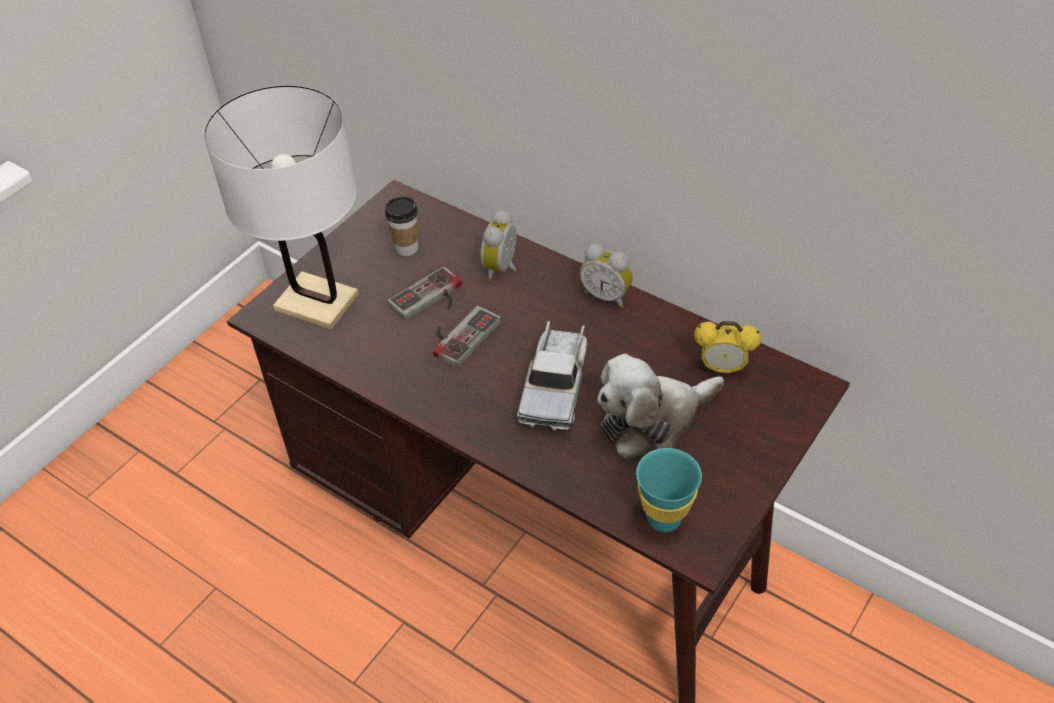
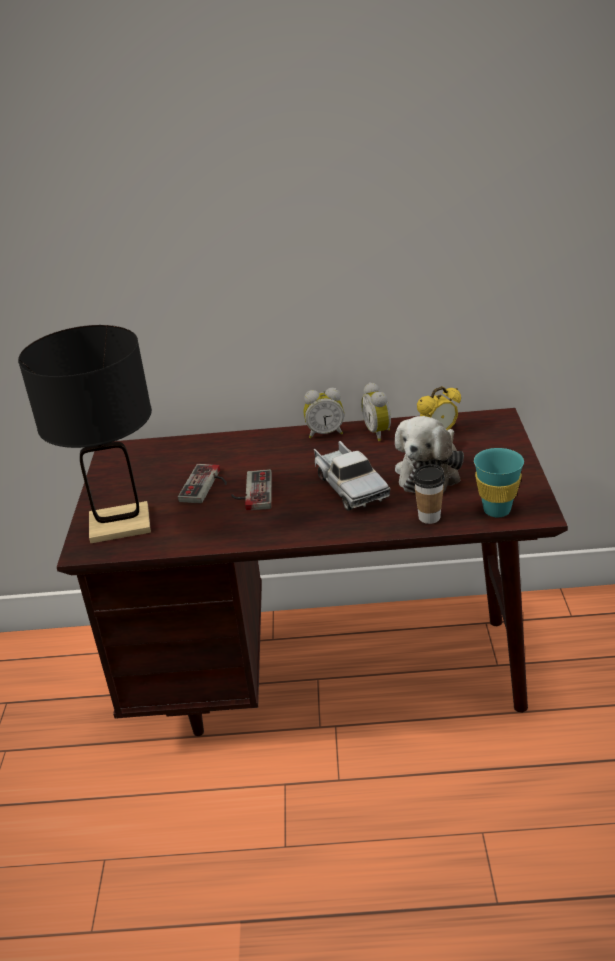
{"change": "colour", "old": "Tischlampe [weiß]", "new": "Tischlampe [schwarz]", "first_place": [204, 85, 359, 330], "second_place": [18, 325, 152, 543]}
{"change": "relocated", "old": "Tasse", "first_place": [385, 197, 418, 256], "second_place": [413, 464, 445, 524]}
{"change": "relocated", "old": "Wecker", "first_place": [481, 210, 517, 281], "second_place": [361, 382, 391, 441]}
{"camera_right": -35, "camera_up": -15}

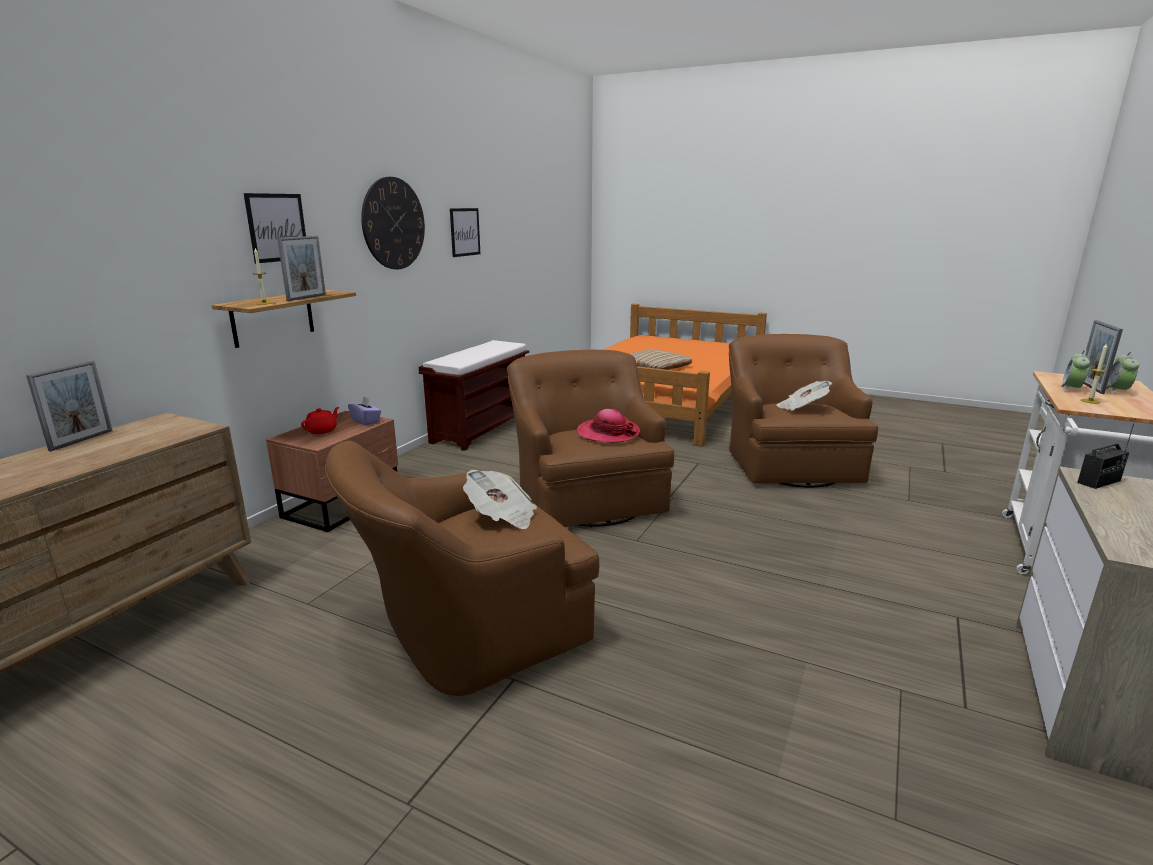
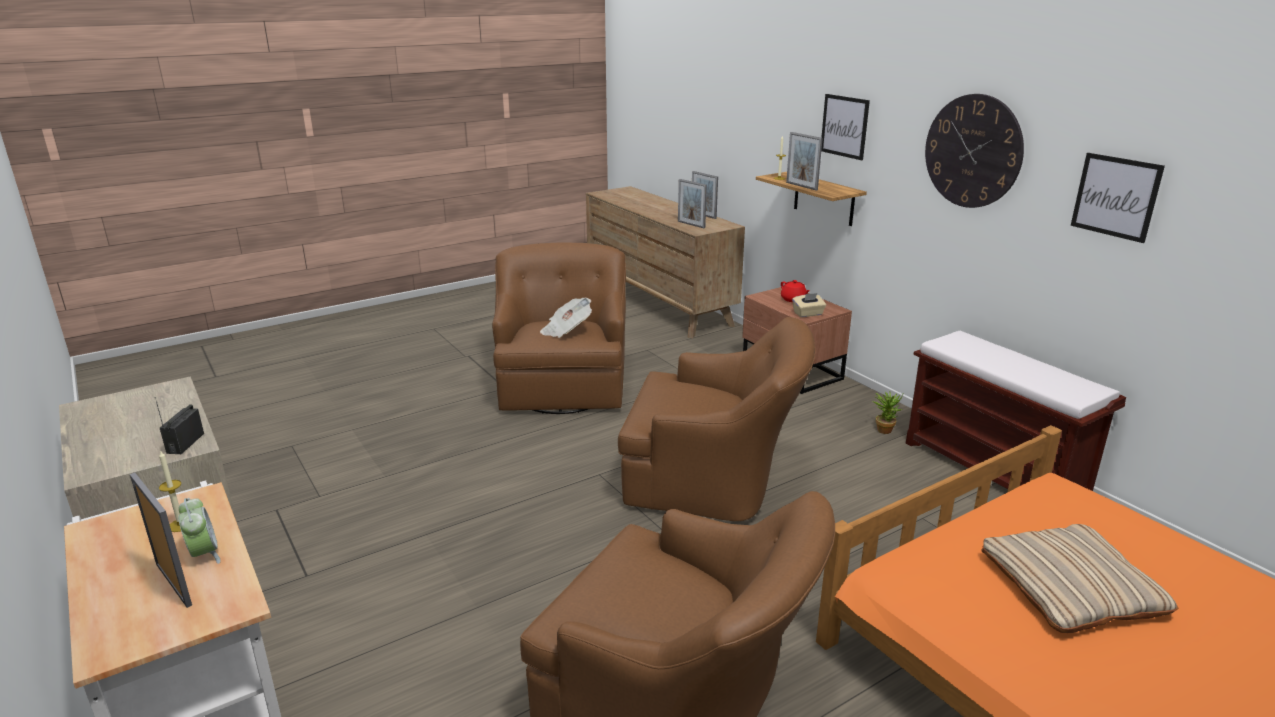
{"change": "missing", "old": "Wecker", "first_place": [1106, 352, 1139, 394]}
{"change": "missing", "old": "Zeitung", "first_place": [776, 381, 832, 411]}
{"change": "colour", "old": "Taschentuchbox [lila]", "new": "Taschentuchbox [beige]", "first_place": [348, 396, 381, 425], "second_place": [792, 293, 826, 317]}
{"change": "missing", "old": "Hut", "first_place": [577, 409, 640, 443]}
{"change": "appeared", "new": "Bilderrahmen", "second_place": [678, 179, 707, 228]}
{"change": "appeared", "new": "Topfpflanze", "second_place": [873, 392, 903, 434]}
{"camera_right": 120, "camera_up": 5}

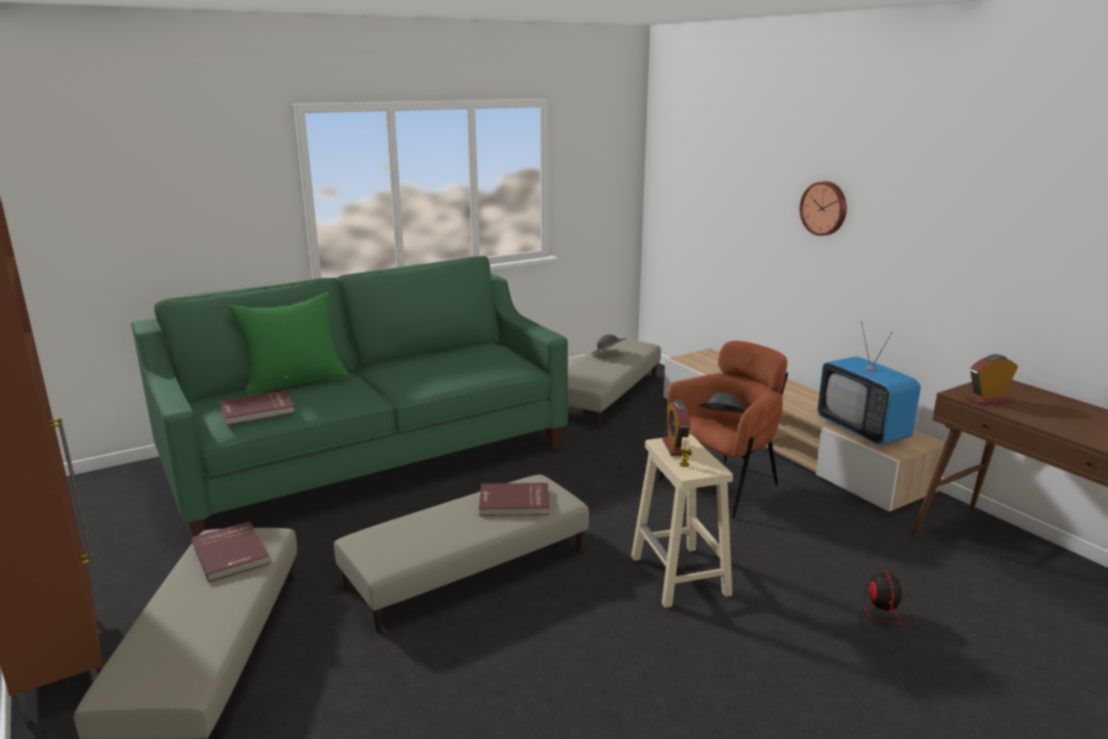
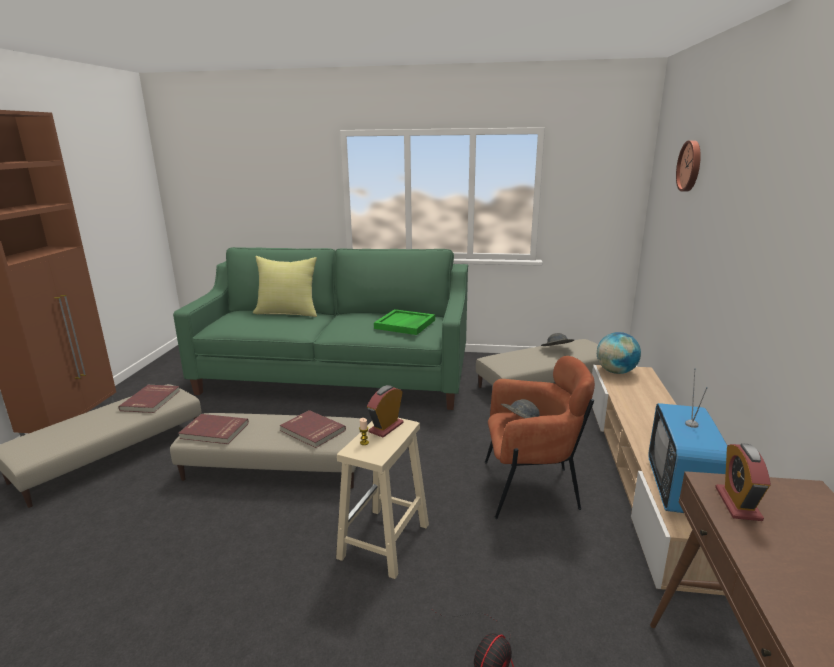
{"change": "relocated", "old": "Wanduhr", "first_place": [800, 181, 847, 236], "second_place": [676, 140, 701, 191]}
{"change": "colour", "old": "Kissen [grün]", "new": "Kissen [gelb]", "first_place": [228, 292, 350, 395], "second_place": [253, 256, 317, 317]}
{"change": "spun", "old": "Wecker", "first_place": [966, 354, 1018, 405], "second_place": [715, 443, 771, 521], "degrees": -105}
{"change": "relocated", "old": "Buch [rot]", "first_place": [219, 390, 295, 425], "second_place": [178, 414, 249, 444]}
{"change": "appeared", "new": "Tablett [grün]", "second_place": [374, 309, 435, 335]}
{"change": "appeared", "new": "Globus", "second_place": [597, 332, 641, 374]}
{"camera_right": 40, "camera_up": 0}

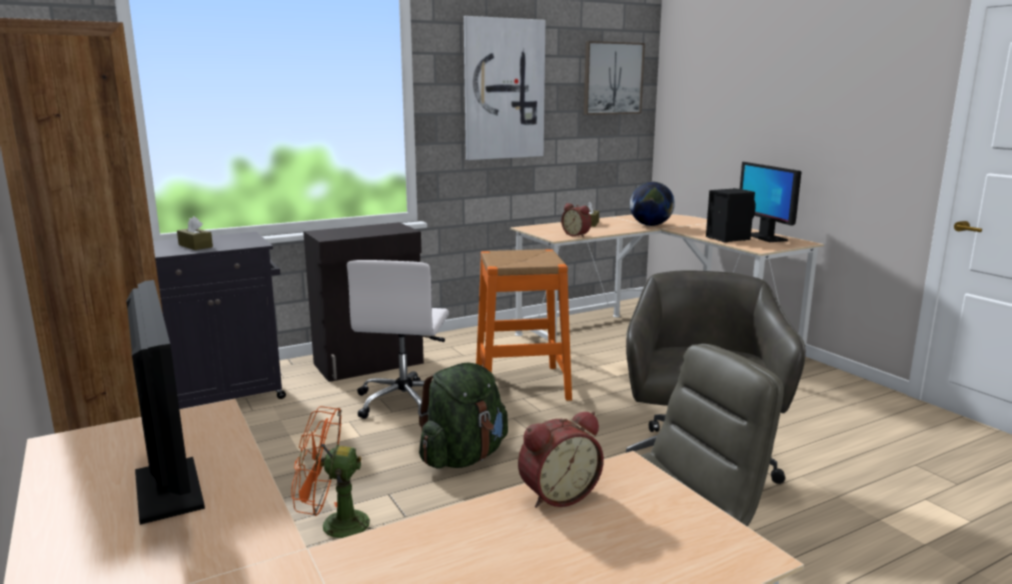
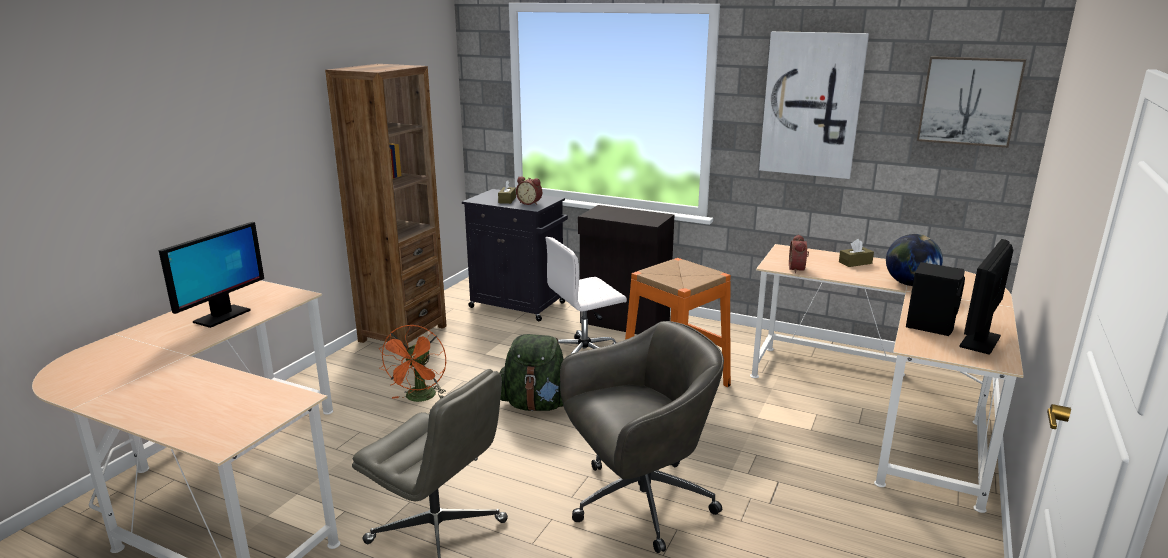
{"change": "spun", "old": "Ventilator [orange]", "first_place": [291, 406, 374, 538], "second_place": [379, 325, 446, 402], "degrees": -135}
{"change": "relocated", "old": "Wecker", "first_place": [518, 411, 604, 508], "second_place": [516, 176, 542, 205]}
{"camera_right": 55, "camera_up": 5}

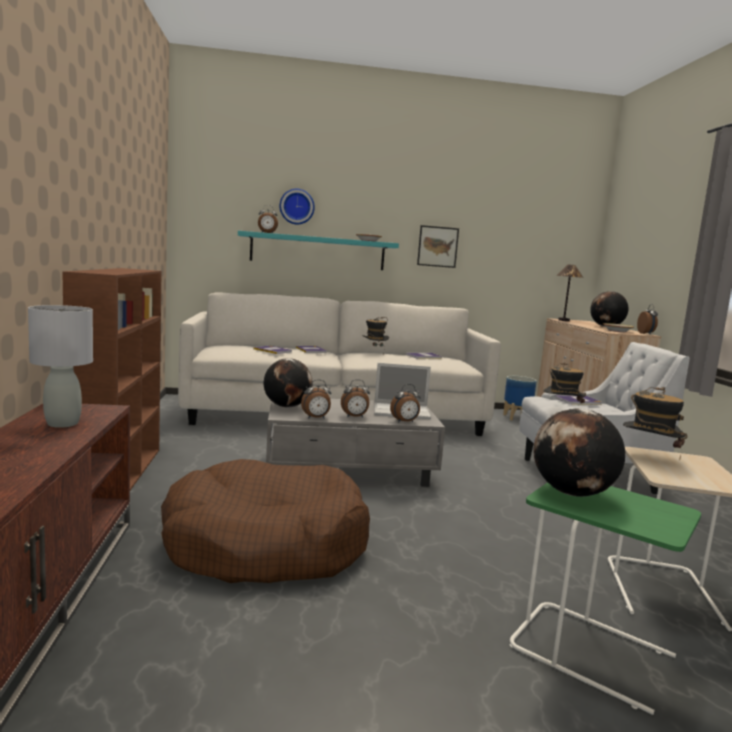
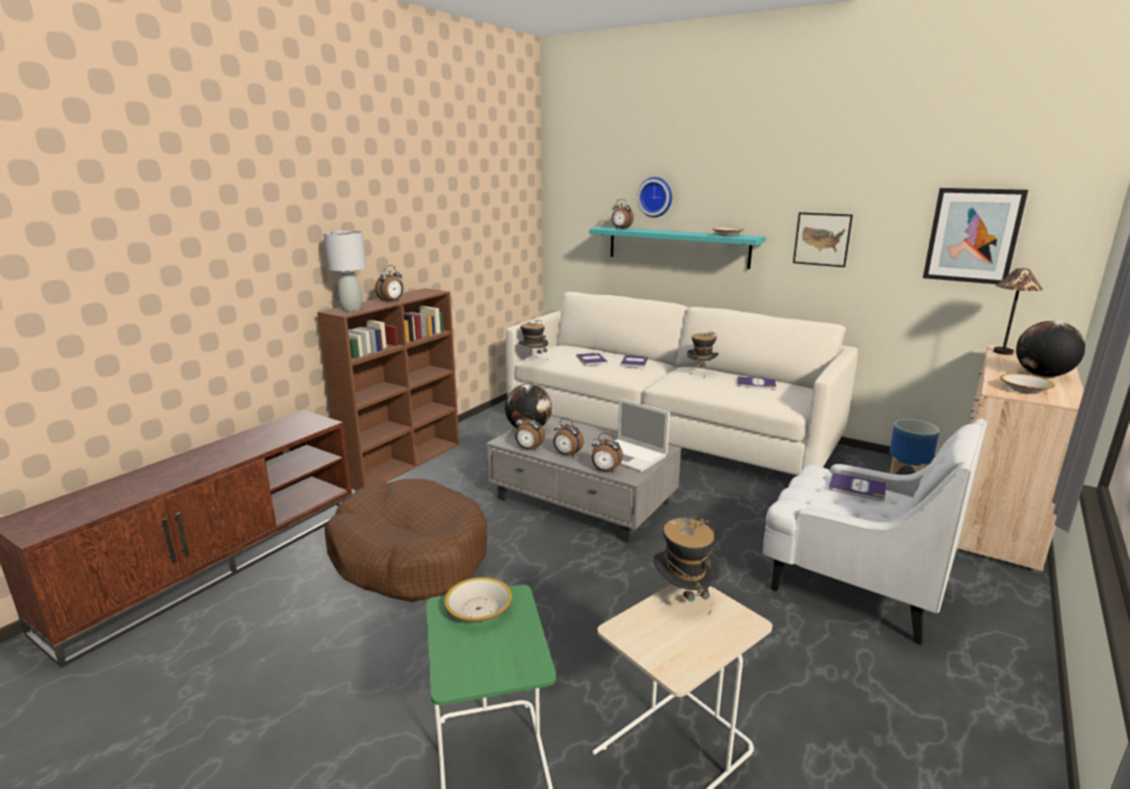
{"change": "relocated", "old": "Wecker", "first_place": [637, 304, 658, 334], "second_place": [375, 265, 404, 303]}
{"change": "relocated", "old": "Tischlampe [grau]", "first_place": [28, 305, 93, 428], "second_place": [323, 230, 366, 311]}
{"change": "relocated", "old": "Hut", "first_place": [543, 362, 586, 403], "second_place": [518, 320, 548, 354]}
{"change": "exchanged", "old": "Globus", "new": "Schüssel", "first_place": [533, 408, 625, 497], "second_place": [444, 577, 512, 622]}
{"change": "appeared", "new": "Bild", "second_place": [923, 188, 1028, 284]}
{"camera_right": 40, "camera_up": 10}

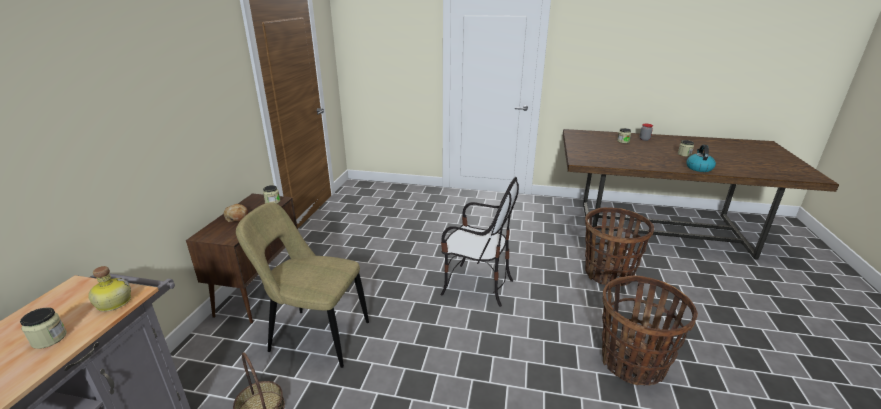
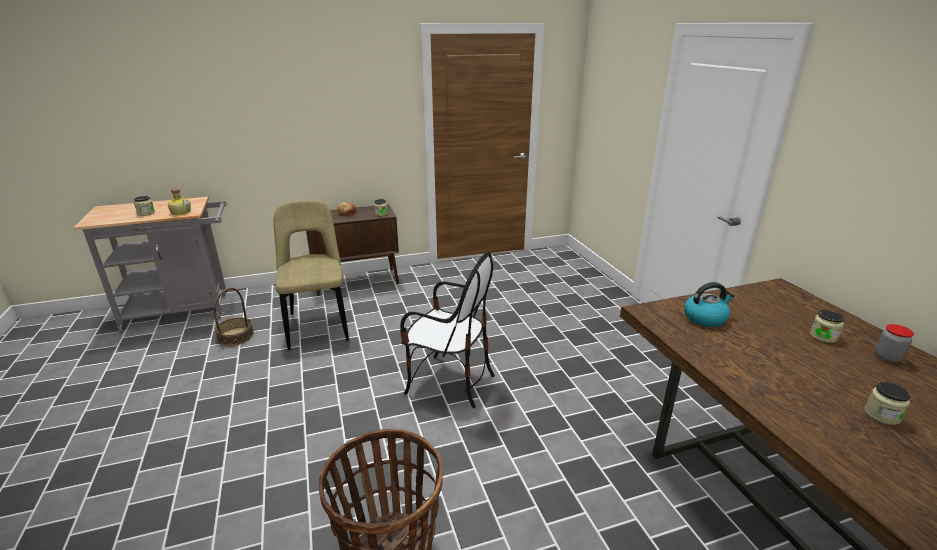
{"change": "relocated", "old": "Wasserkessel", "first_place": [686, 145, 716, 172], "second_place": [684, 282, 734, 327]}
{"change": "spun", "old": "Stuhl", "first_place": [440, 177, 519, 307], "second_place": [400, 252, 495, 408], "degrees": -60}
{"change": "missing", "old": "Korb", "first_place": [585, 207, 654, 287]}
{"camera_right": 60, "camera_up": 0}

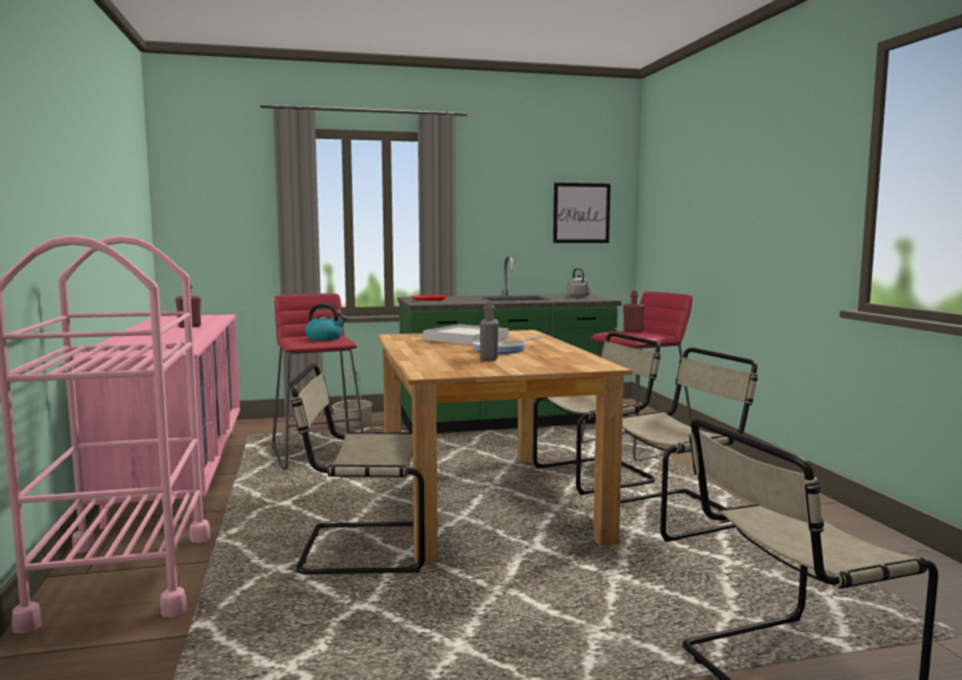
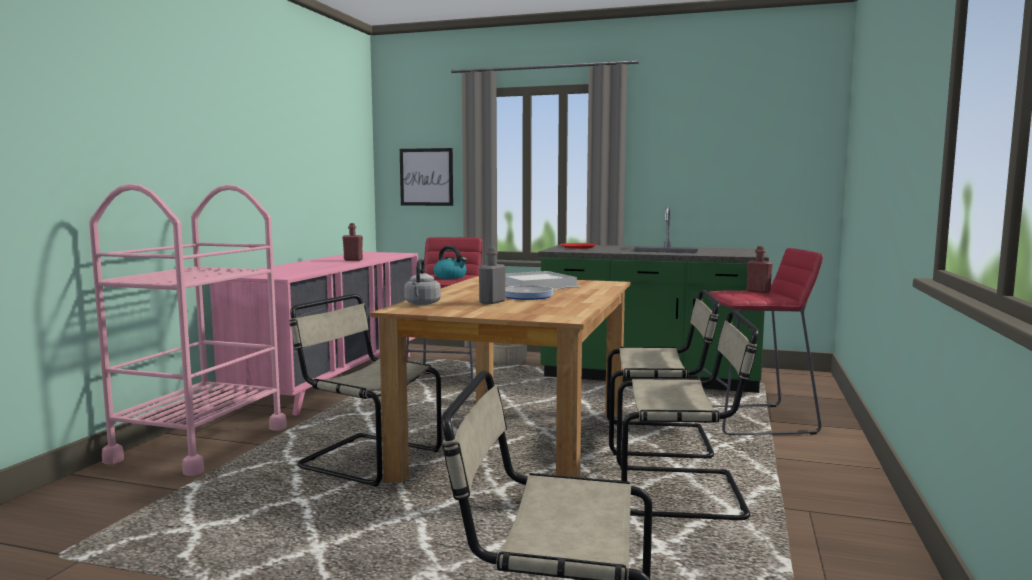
{"change": "relocated", "old": "Bild", "first_place": [553, 183, 611, 243], "second_place": [400, 148, 453, 206]}
{"change": "relocated", "old": "Wasserkessel [grau]", "first_place": [567, 268, 591, 297], "second_place": [404, 259, 441, 305]}
{"camera_right": 30, "camera_up": 0}

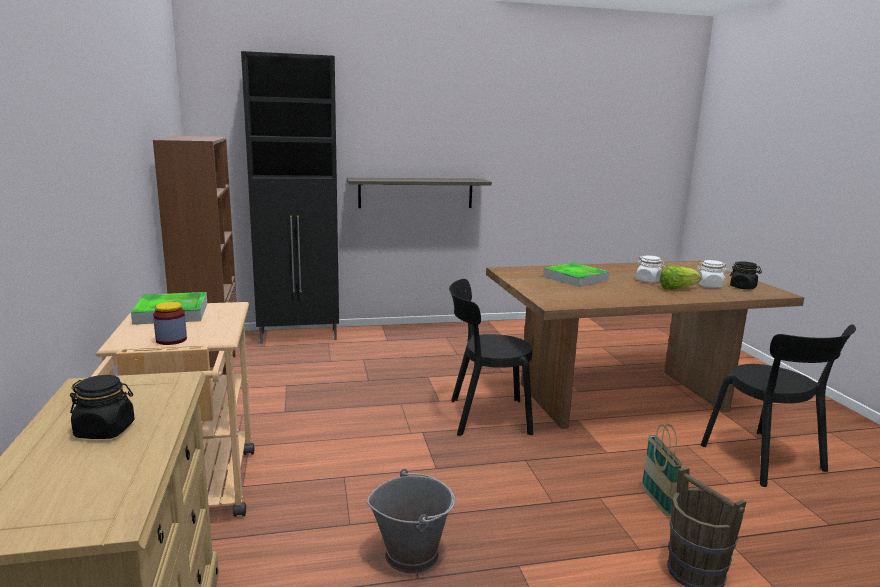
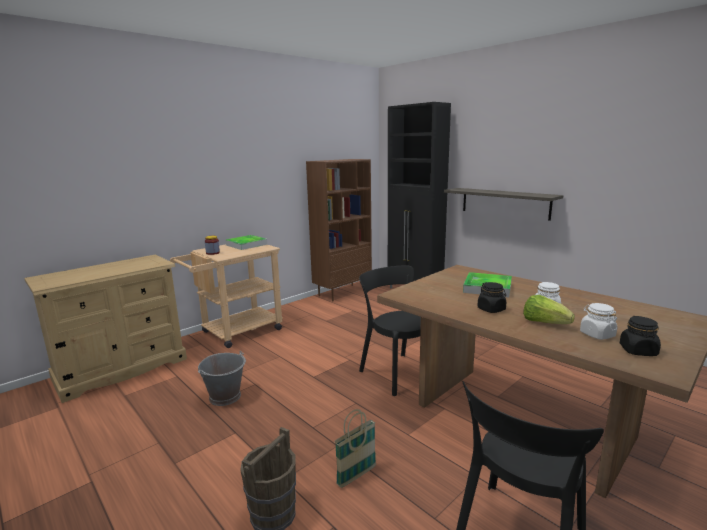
{"change": "relocated", "old": "Vorratsglas [schwarz]", "first_place": [70, 375, 135, 439], "second_place": [477, 282, 506, 313]}
{"camera_right": 60, "camera_up": 0}

